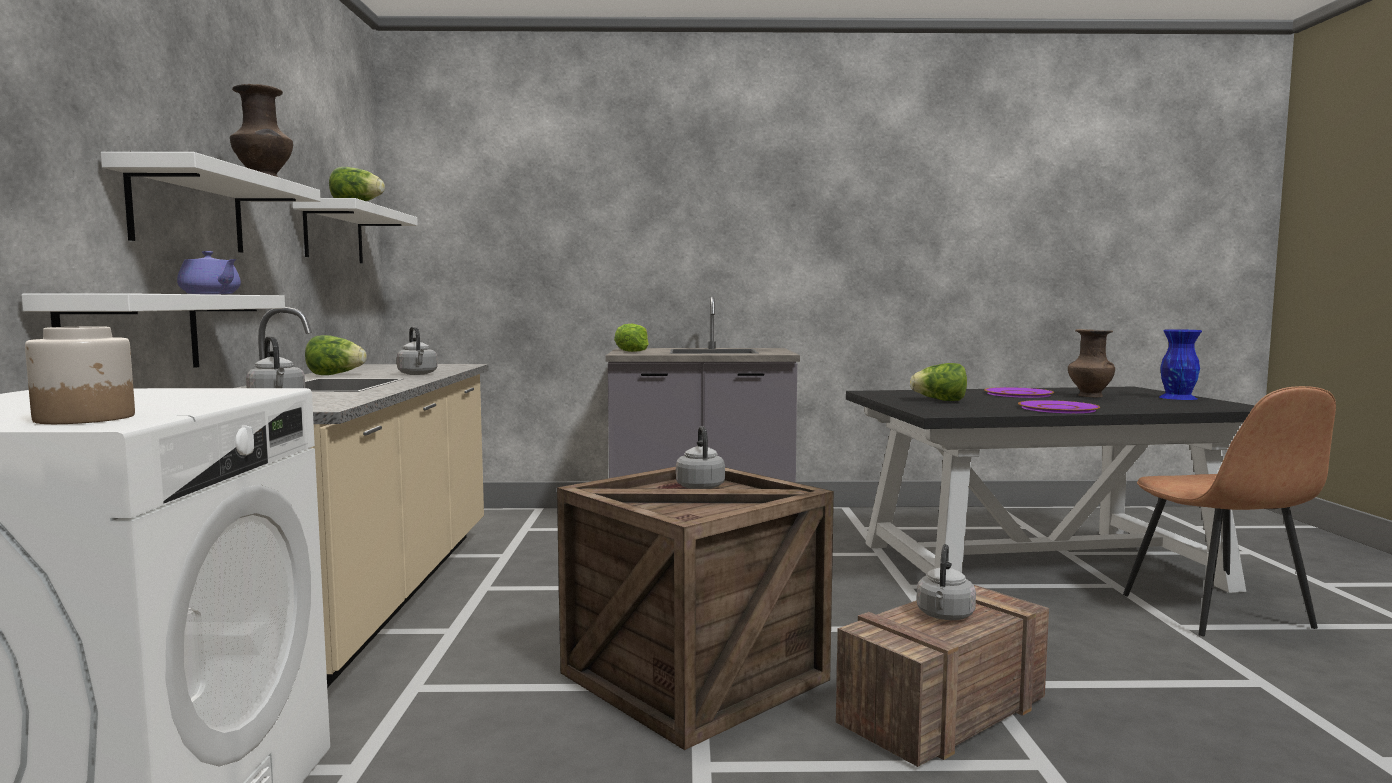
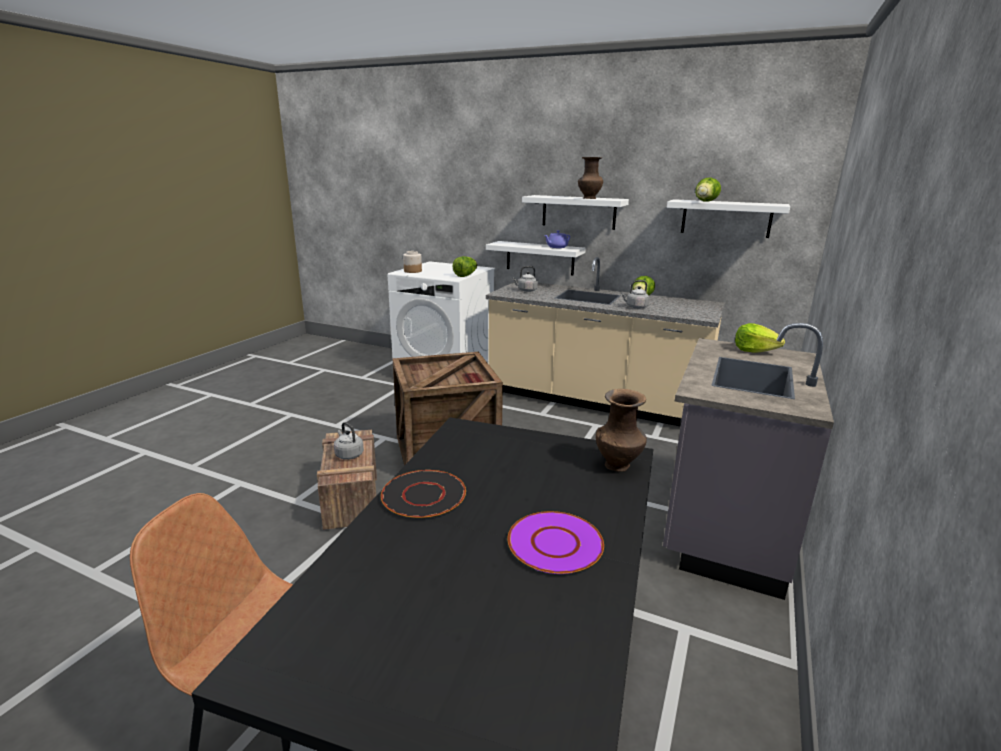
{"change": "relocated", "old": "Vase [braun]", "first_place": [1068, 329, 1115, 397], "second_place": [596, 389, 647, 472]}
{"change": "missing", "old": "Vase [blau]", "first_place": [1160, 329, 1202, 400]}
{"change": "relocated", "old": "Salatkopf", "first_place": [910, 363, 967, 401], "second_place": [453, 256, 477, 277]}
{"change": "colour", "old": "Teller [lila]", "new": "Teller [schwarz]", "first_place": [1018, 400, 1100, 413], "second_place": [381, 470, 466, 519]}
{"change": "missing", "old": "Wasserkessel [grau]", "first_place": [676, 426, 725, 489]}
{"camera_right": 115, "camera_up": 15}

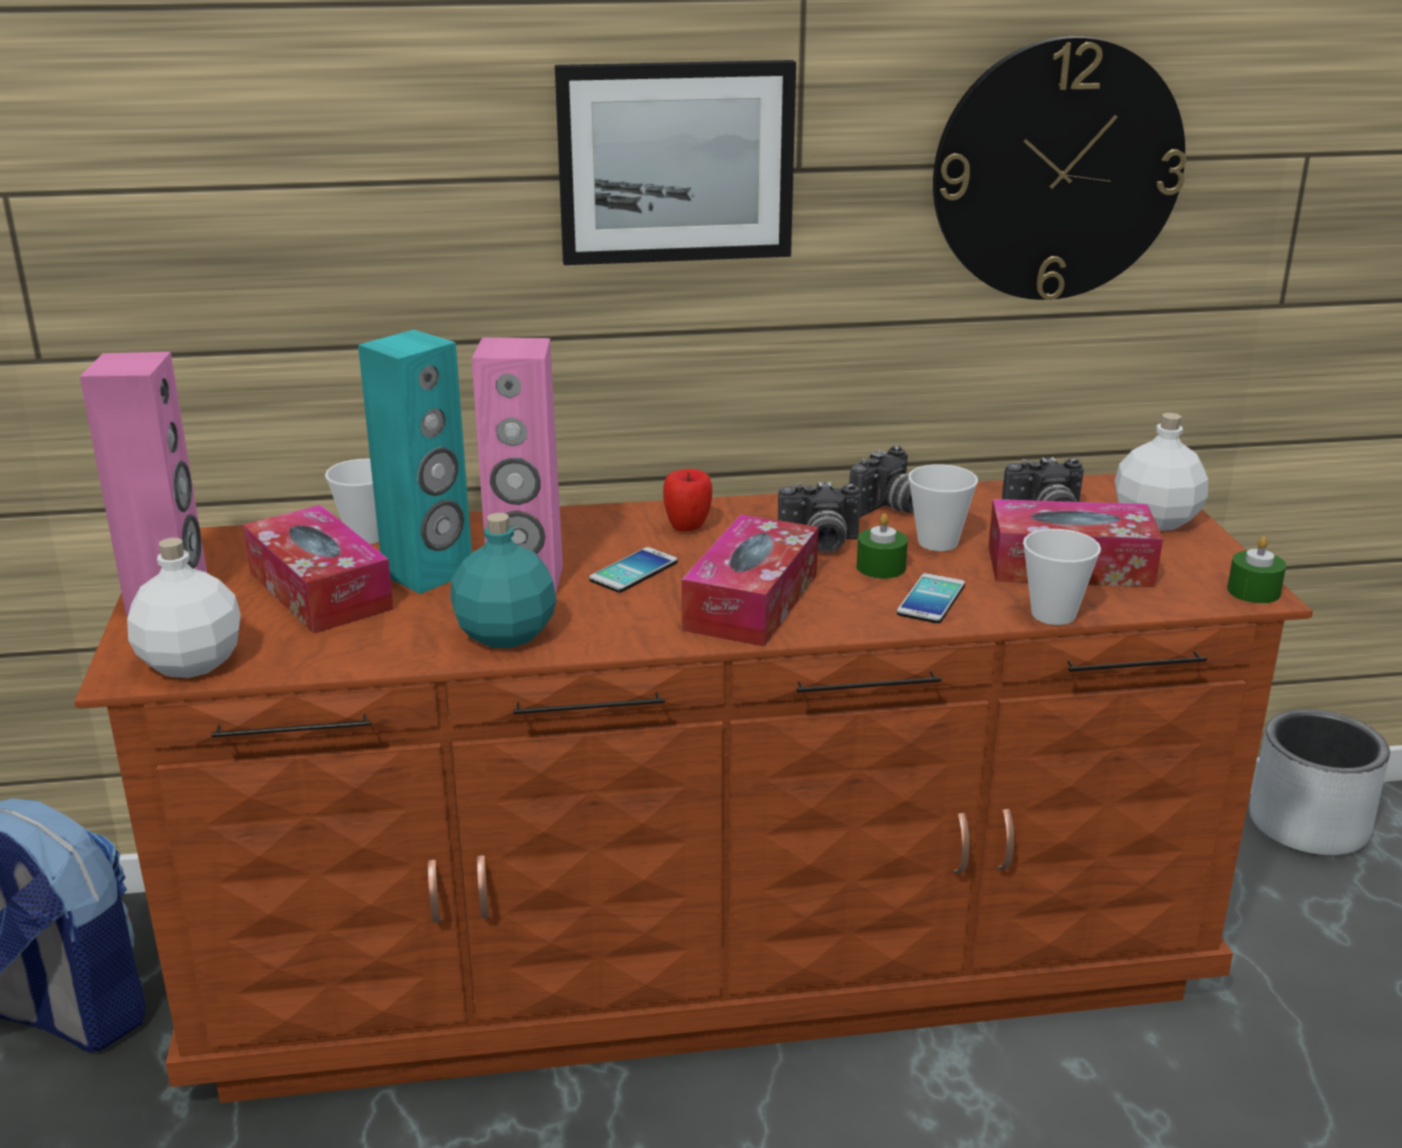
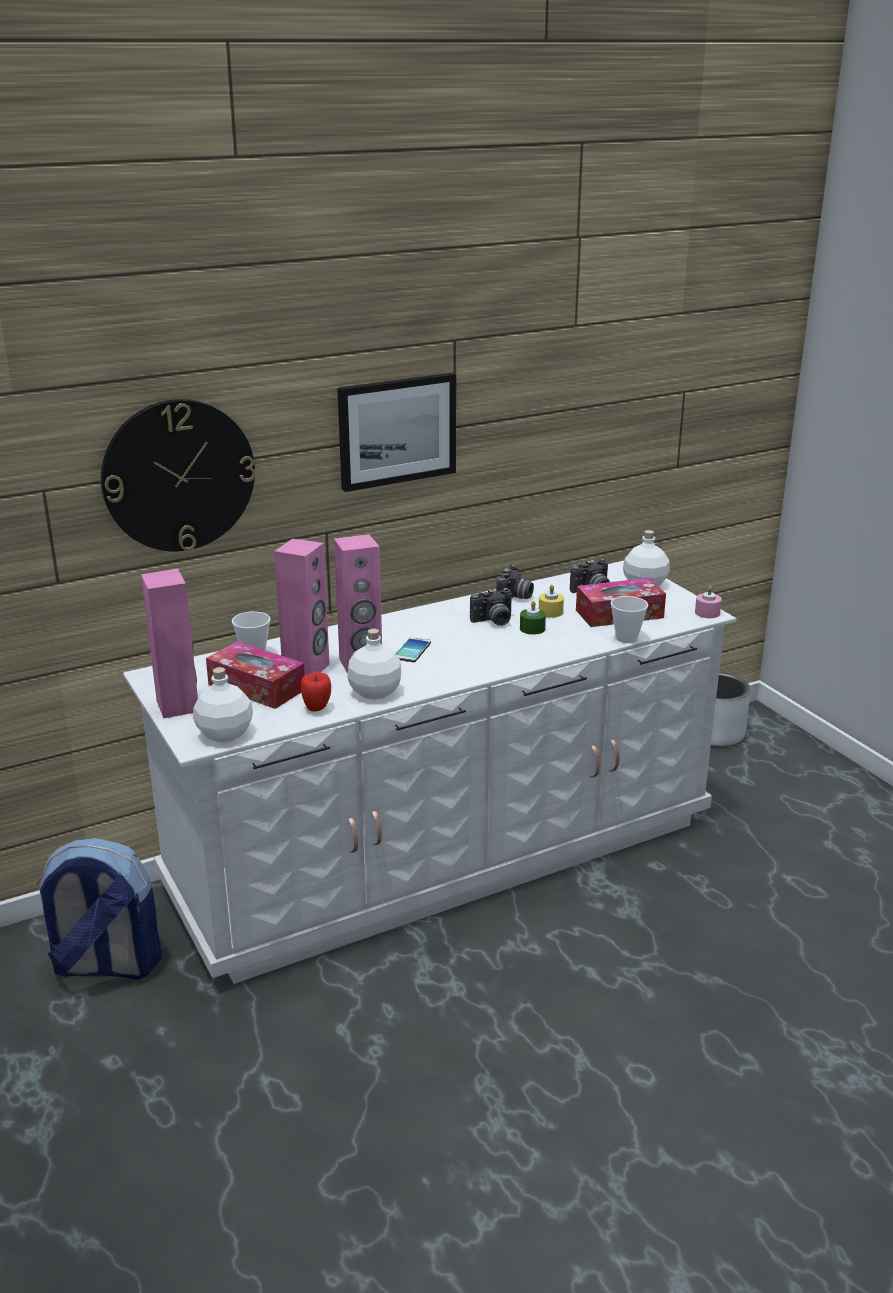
{"change": "relocated", "old": "Wanduhr", "first_place": [933, 36, 1186, 300], "second_place": [101, 399, 256, 551]}
{"change": "colour", "old": "Lautsprecher [türkis]", "new": "Lautsprecher [rosa]", "first_place": [358, 329, 472, 594], "second_place": [274, 539, 330, 675]}
{"change": "exchanged", "old": "Tasse", "new": "Kerze [gelb]", "first_place": [908, 464, 978, 551], "second_place": [539, 585, 564, 618]}
{"change": "relocated", "old": "Apfel", "first_place": [663, 469, 713, 531], "second_place": [301, 672, 331, 712]}
{"change": "colour", "old": "Kommode [braun]", "new": "Kommode [weiß]", "first_place": [74, 473, 1313, 1103], "second_place": [123, 561, 737, 984]}
{"change": "colour", "old": "Flasche [türkis]", "new": "Flasche [weiß]", "first_place": [450, 513, 556, 648], "second_place": [347, 629, 401, 700]}
{"change": "missing", "old": "Taschentuchbox", "first_place": [682, 514, 819, 647]}
{"change": "colour", "old": "Kerze [grün]", "new": "Kerze [rosa]", "first_place": [1227, 536, 1286, 603], "second_place": [695, 586, 722, 618]}
{"change": "missing", "old": "Handy", "first_place": [897, 573, 965, 623]}
{"camera_right": -20, "camera_up": 0}

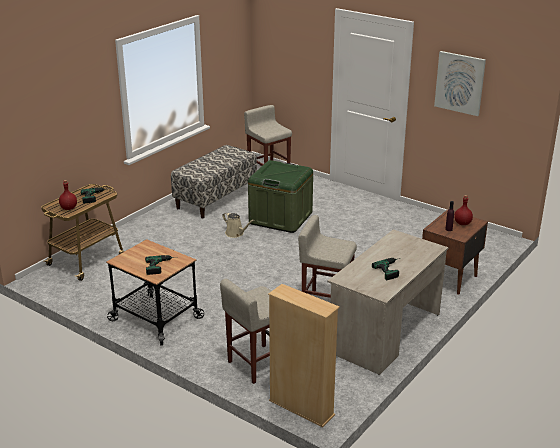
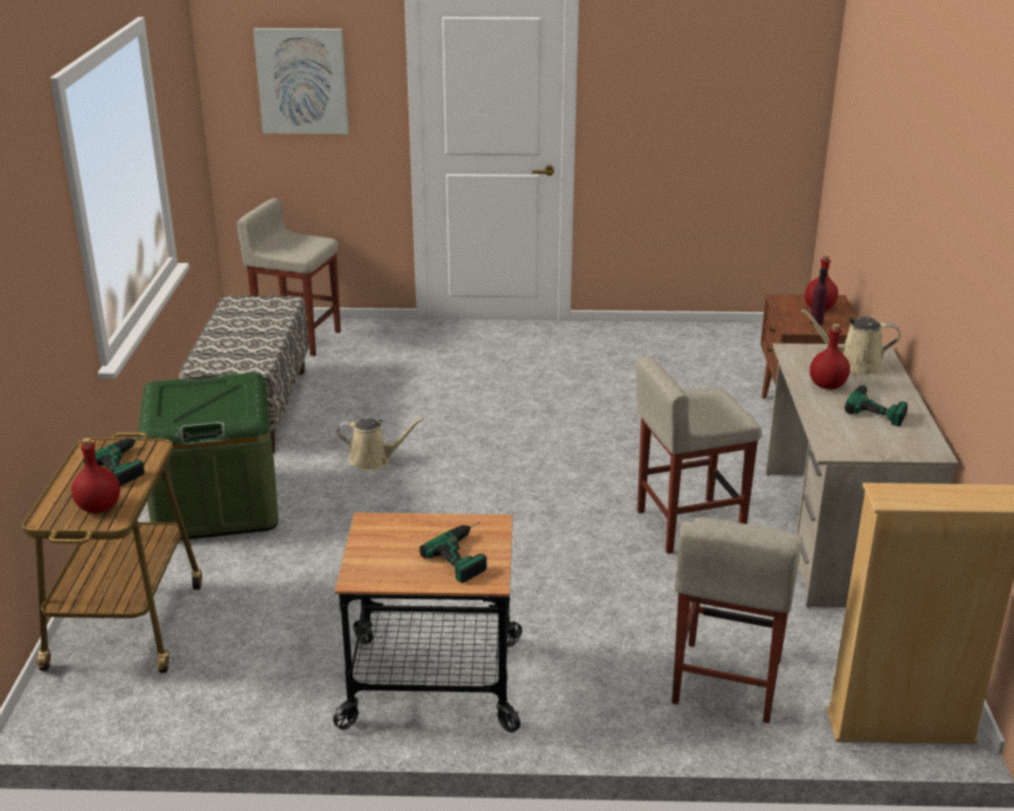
{"change": "relocated", "old": "Bild", "first_place": [434, 51, 486, 116], "second_place": [253, 28, 349, 134]}
{"change": "relocated", "old": "Aufbewahrungsbox [grün]", "first_place": [248, 160, 313, 233], "second_place": [137, 373, 279, 540]}
{"change": "appeared", "new": "Gießkanne [beige]", "second_place": [801, 309, 900, 376]}
{"change": "appeared", "new": "Flasche [rot]", "second_place": [810, 324, 850, 390]}
{"camera_right": -35, "camera_up": 0}

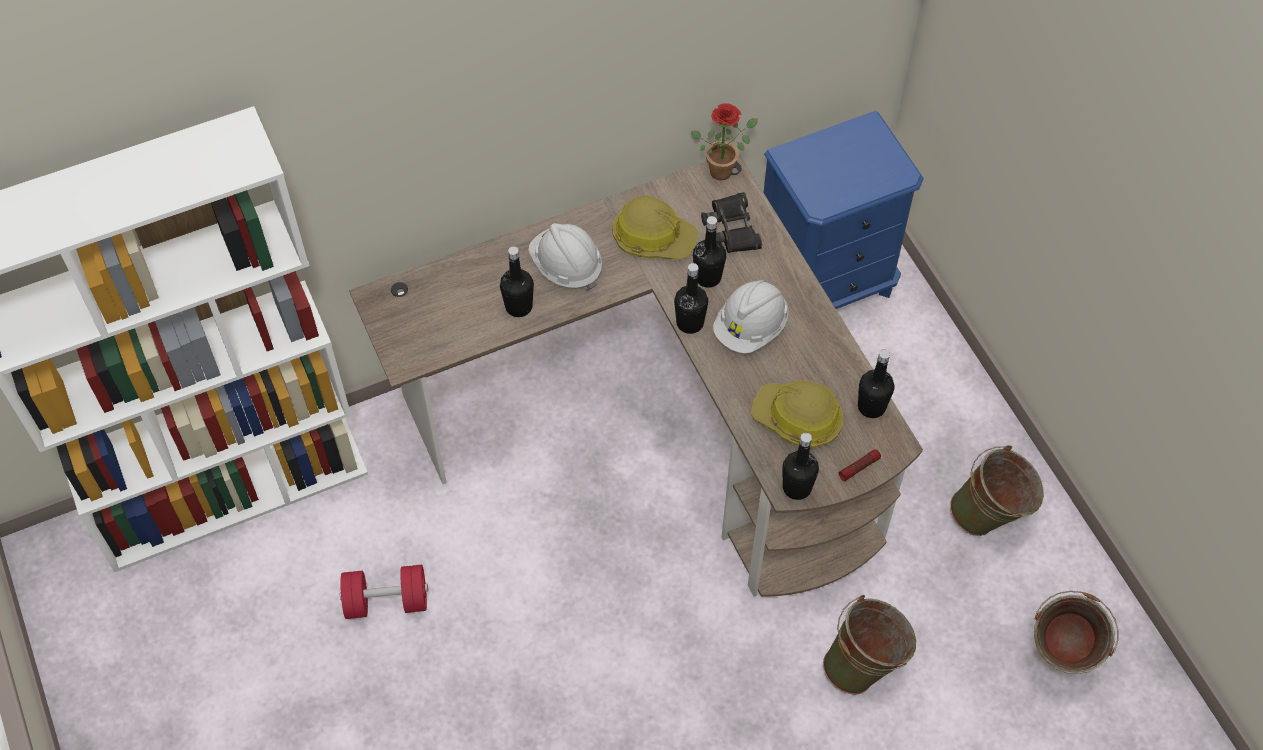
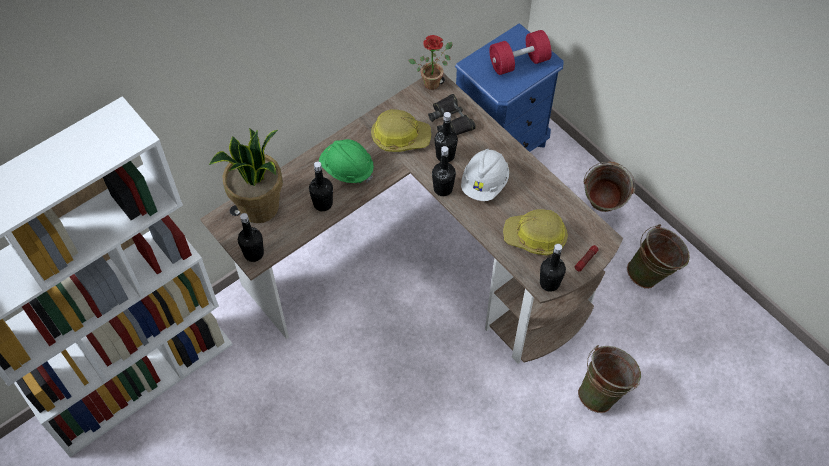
{"change": "colour", "old": "Schutzhelm [weiß]", "new": "Schutzhelm [grün]", "first_place": [528, 223, 602, 291], "second_place": [319, 139, 374, 183]}
{"change": "relocated", "old": "Flasche [schwarz]", "first_place": [858, 349, 895, 418], "second_place": [238, 213, 264, 262]}
{"change": "relocated", "old": "Hantel [rot]", "first_place": [340, 565, 428, 619], "second_place": [489, 30, 552, 75]}
{"change": "relocated", "old": "Eimer [grün]", "first_place": [1034, 591, 1118, 674], "second_place": [584, 162, 635, 212]}
{"change": "appeared", "new": "Topfpflanze", "second_place": [209, 128, 283, 223]}
{"camera_right": -15, "camera_up": 0}

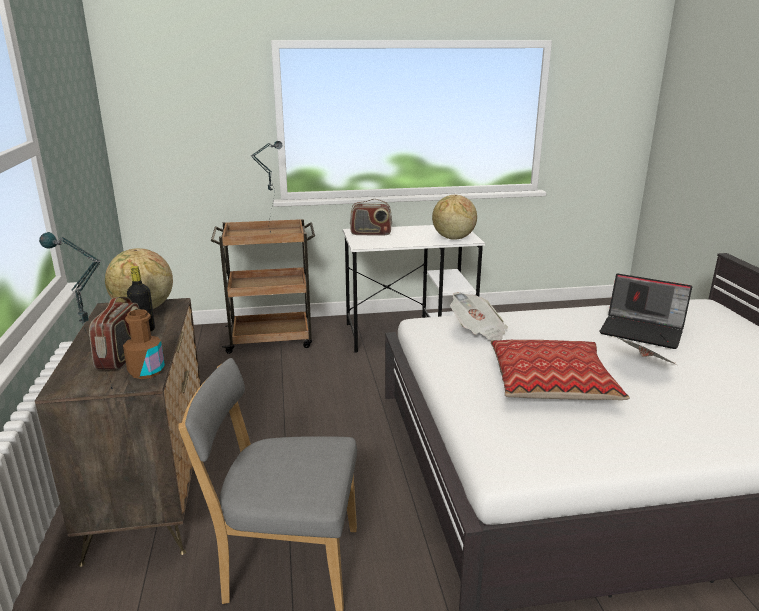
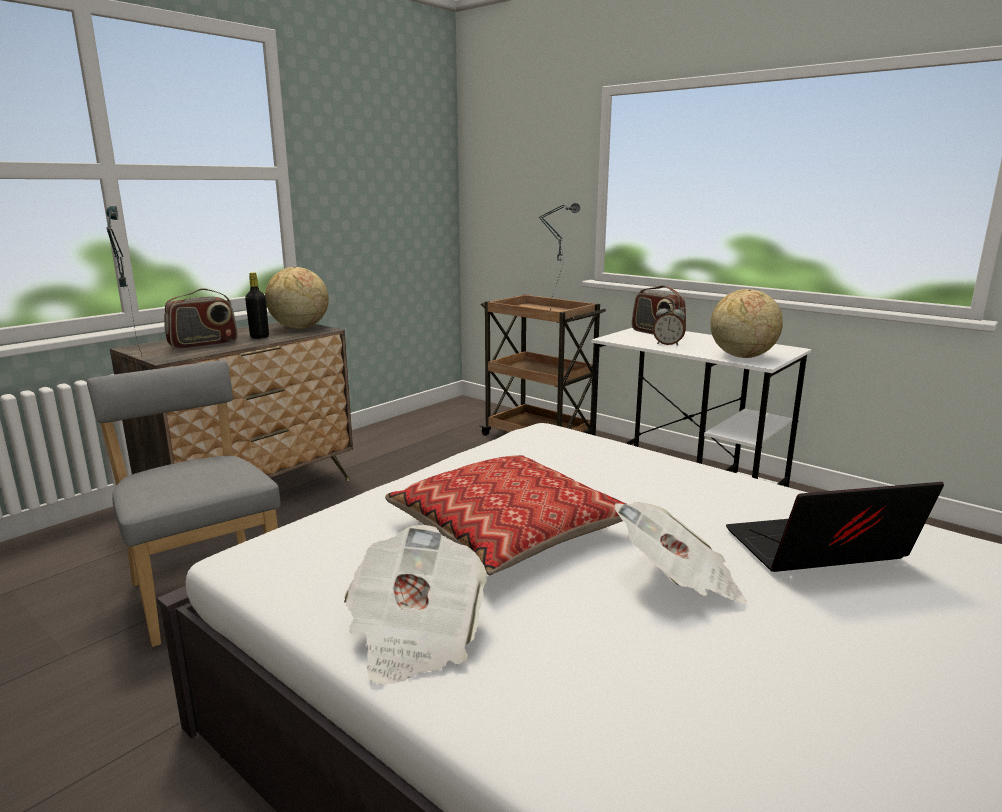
{"change": "spun", "old": "Laptop", "first_place": [599, 273, 692, 349], "second_place": [726, 482, 944, 572], "degrees": 90}
{"change": "relocated", "old": "Zeitung", "first_place": [450, 292, 508, 341], "second_place": [344, 525, 487, 685]}
{"change": "missing", "old": "Flasche [braun]", "first_place": [123, 309, 165, 379]}
{"change": "appeared", "new": "Wecker", "second_place": [653, 303, 686, 346]}
{"camera_right": 50, "camera_up": -5}

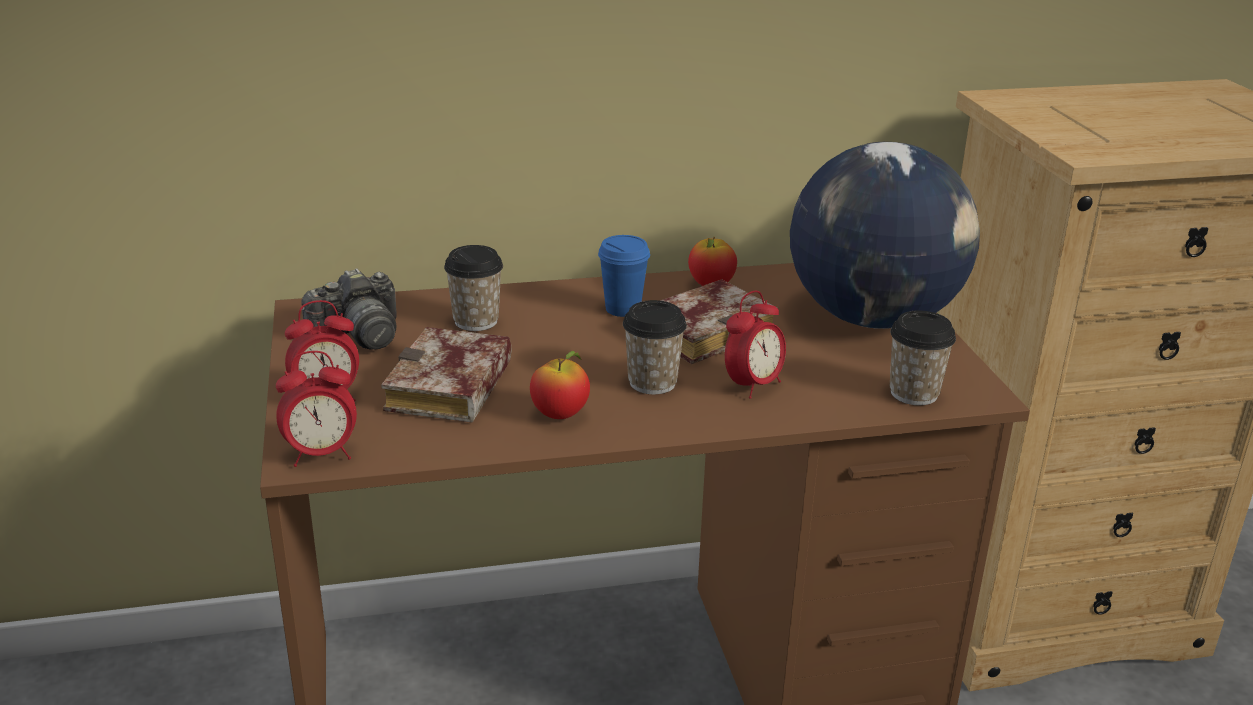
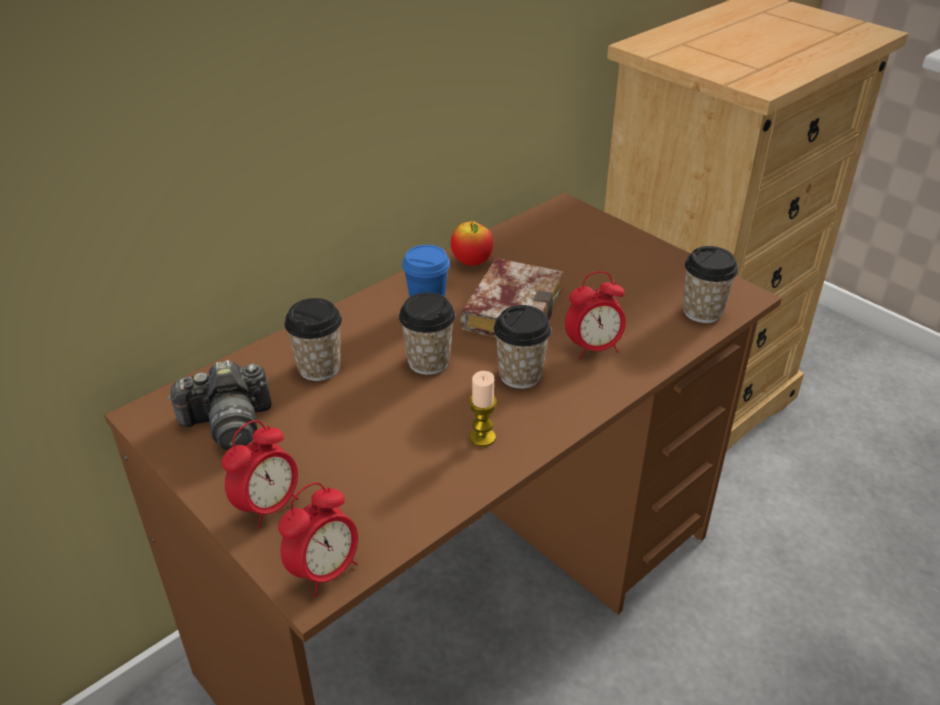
{"change": "missing", "old": "Globus", "first_place": [790, 142, 980, 329]}
{"change": "spun", "old": "Kamera", "first_place": [301, 268, 397, 350], "second_place": [167, 360, 272, 450], "degrees": 45}
{"change": "spun", "old": "Wecker", "first_place": [725, 290, 786, 399], "second_place": [565, 271, 626, 359], "degrees": 60}
{"change": "missing", "old": "Buch", "first_place": [381, 327, 512, 423]}
{"change": "exchanged", "old": "Apfel", "new": "Kerze", "first_place": [530, 351, 590, 419], "second_place": [469, 371, 497, 447]}
{"change": "appeared", "new": "Tasse", "second_place": [399, 292, 455, 375]}
{"camera_right": -30, "camera_up": 10}

